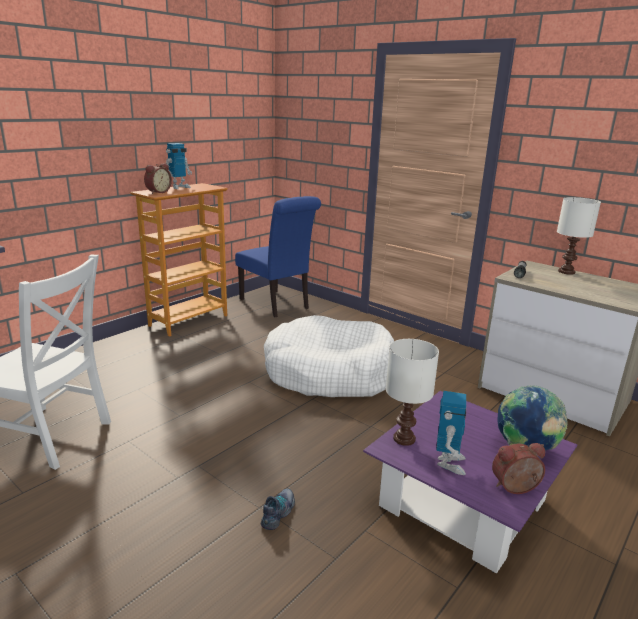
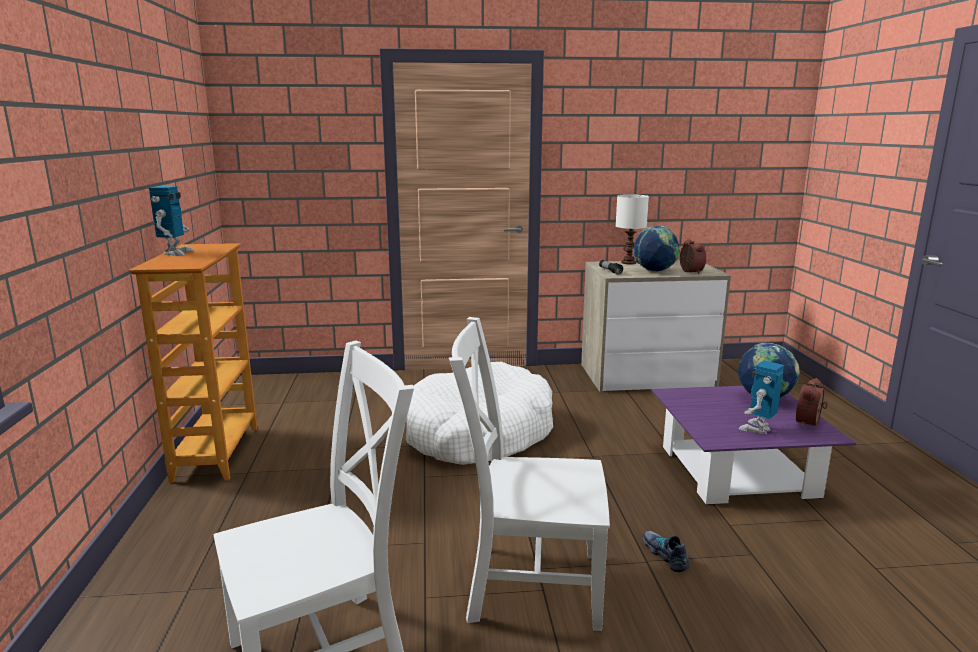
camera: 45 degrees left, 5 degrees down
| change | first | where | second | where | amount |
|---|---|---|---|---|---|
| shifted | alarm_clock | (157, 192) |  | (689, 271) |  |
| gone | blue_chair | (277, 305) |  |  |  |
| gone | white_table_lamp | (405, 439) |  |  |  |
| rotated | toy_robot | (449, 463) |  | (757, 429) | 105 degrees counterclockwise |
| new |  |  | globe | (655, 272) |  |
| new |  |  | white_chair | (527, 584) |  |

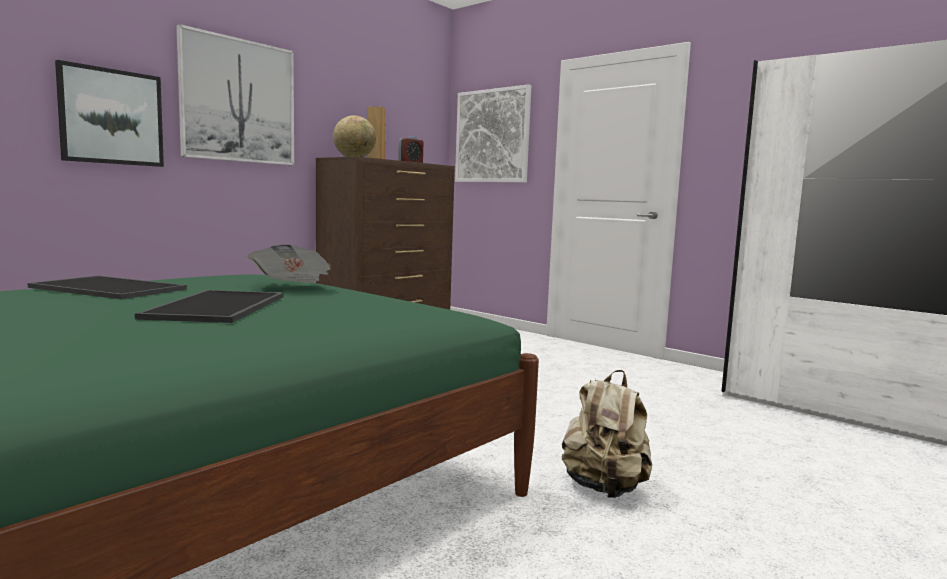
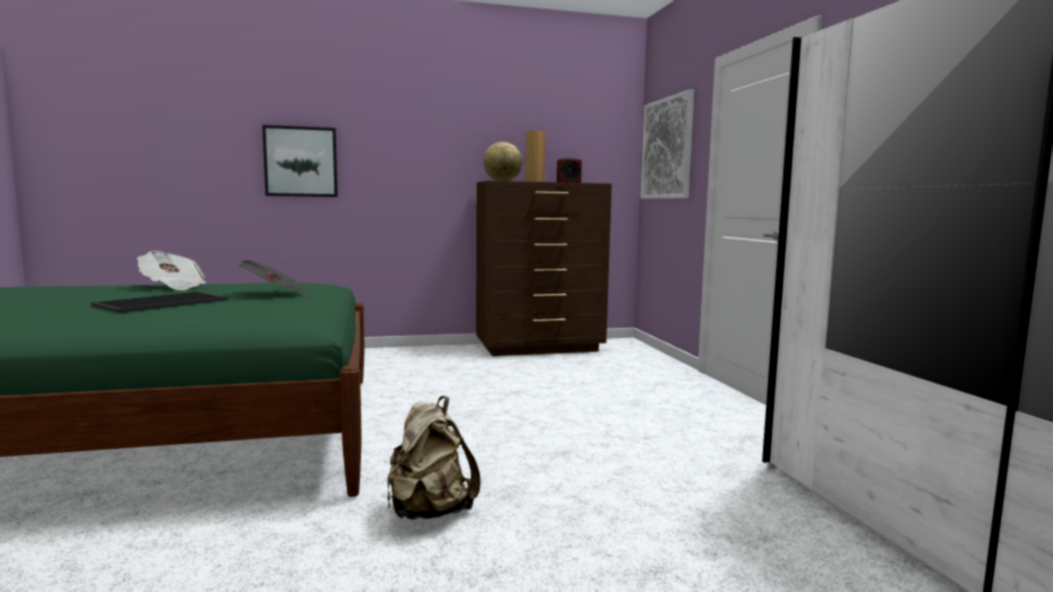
camera: 35 degrees right, 0 degrees up
| change | first | where | second | where | amount |
|---|---|---|---|---|---|
| gone | picture | (238, 101) |  |  |  |
| swapped | tray | (111, 288) | newspaper | (173, 287) |  |

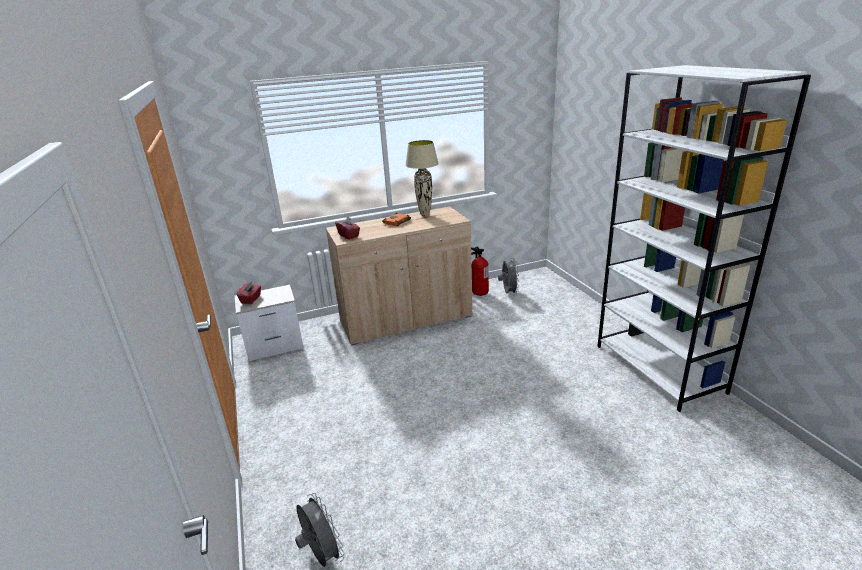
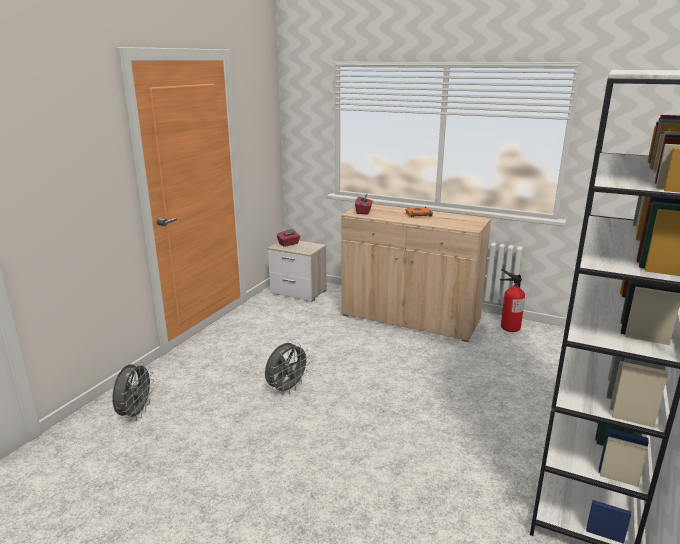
camera: 45 degrees right, 5 degrees down
| change | first | where | second | where | amount |
|---|---|---|---|---|---|
| gone | beige_table_lamp | (425, 214) |  |  |  |
| shifted | grey_fan | (508, 293) |  | (287, 389) |  |

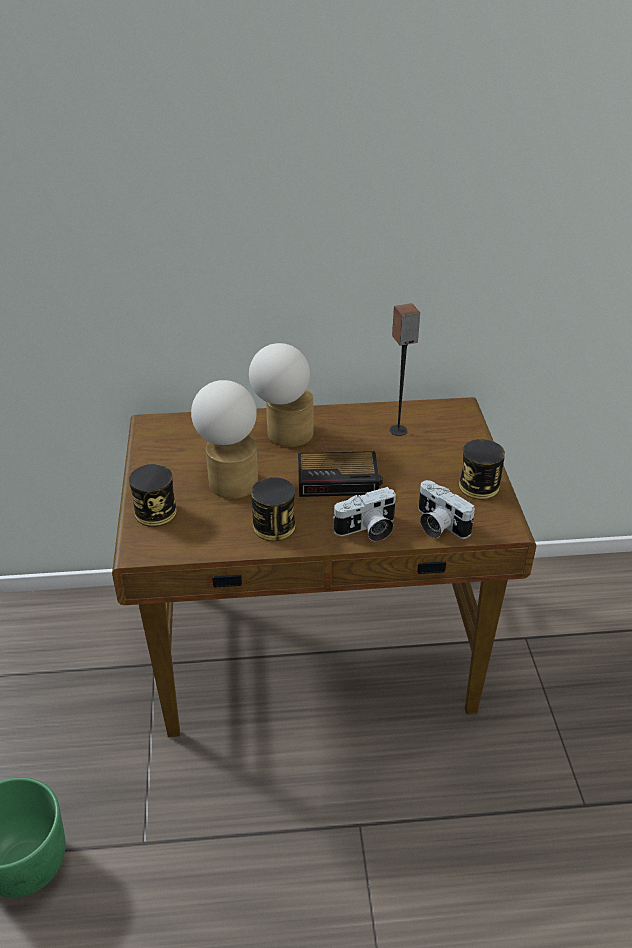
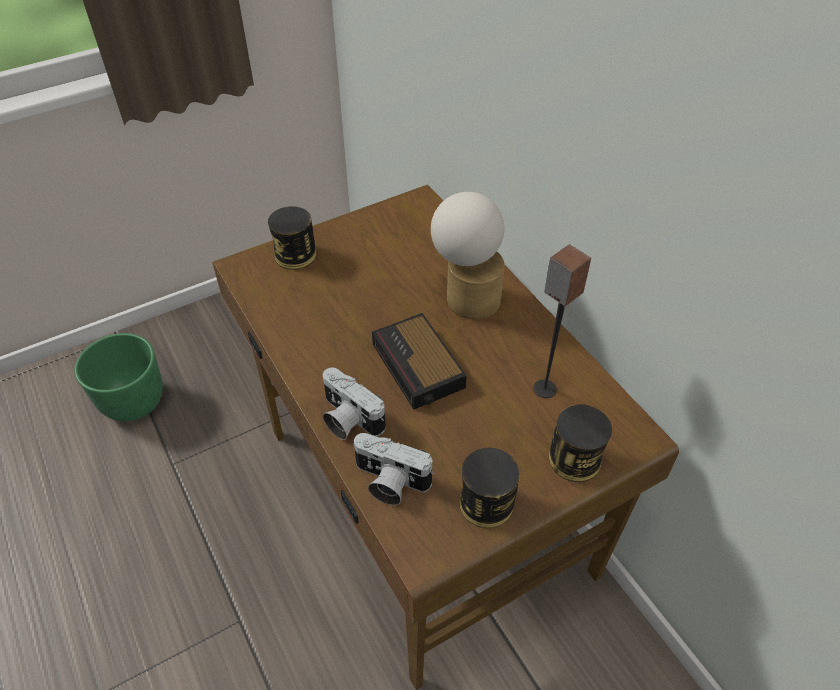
camera: 65 degrees right, 10 degrees up
| change | first | where | second | where | amount |
|---|---|---|---|---|---|
| gone | table_lamp | (231, 478) |  |  |  |
| shifted | can | (274, 526) |  | (574, 459) |  |
| rotated | photo_camera | (438, 525) |  | (389, 482) | 90 degrees counterclockwise |

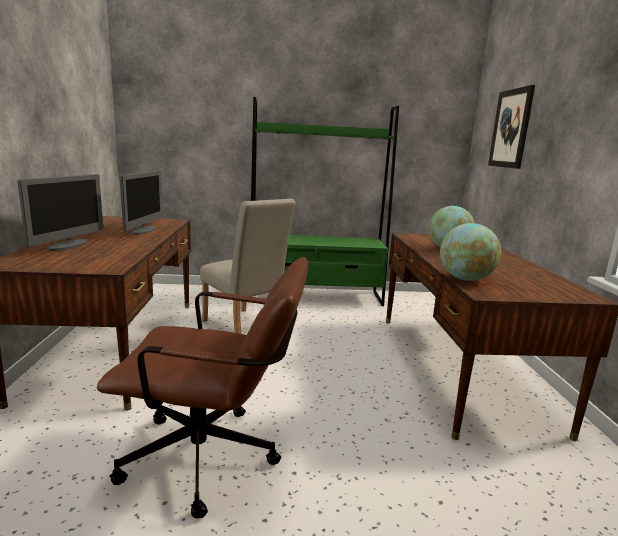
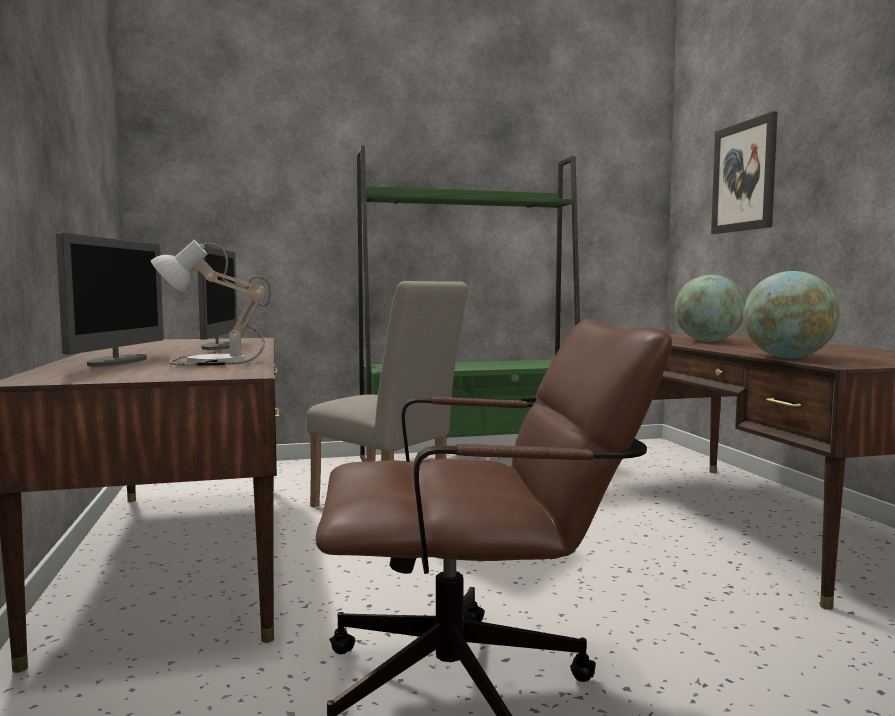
camera: 10 degrees left, 10 degrees down
| change | first | where | second | where | amount |
|---|---|---|---|---|---|
| new |  |  | table_lamp | (210, 361) |  |

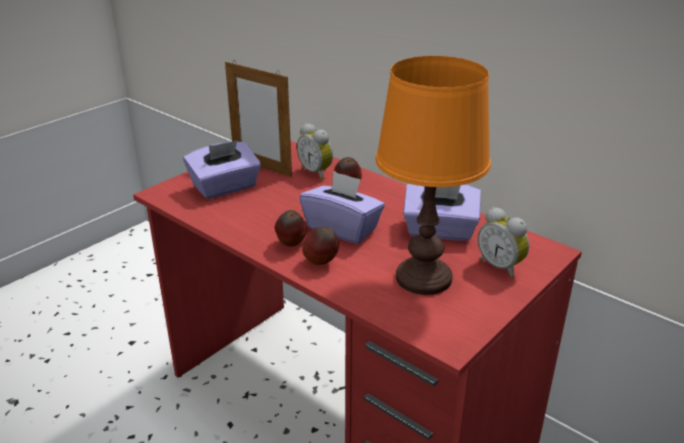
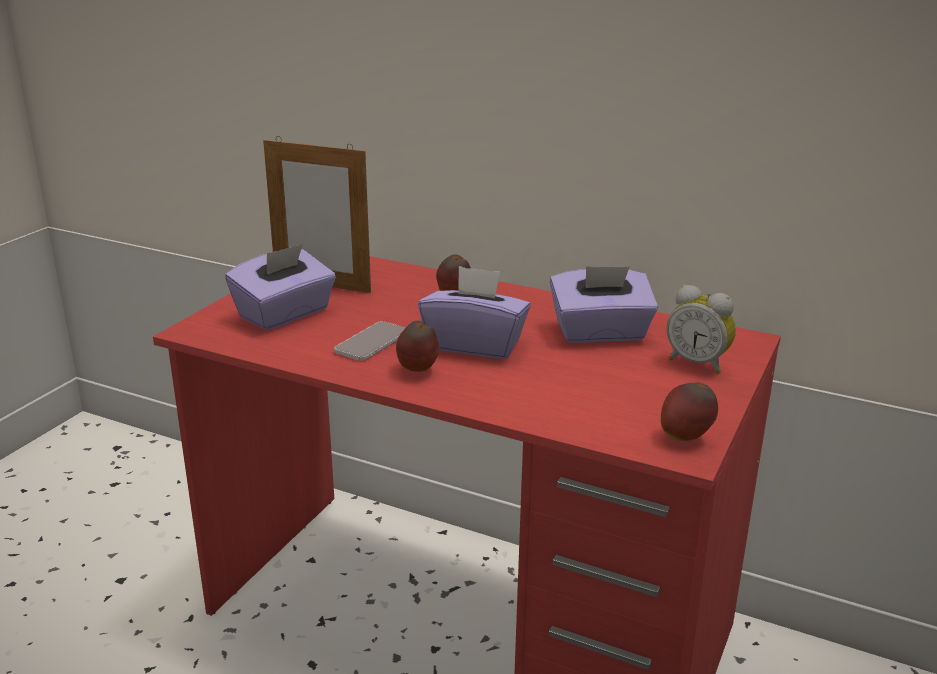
camera: 15 degrees left, 5 degrees down
| change | first | where | second | where | amount |
|---|---|---|---|---|---|
| gone | orange_table_lamp | (424, 278) |  |  |  |
| gone | alarm_clock | (317, 172) |  |  |  |
| shifted | apple | (321, 263) |  | (685, 438) |  |
| new |  |  | phone | (372, 342) |  |

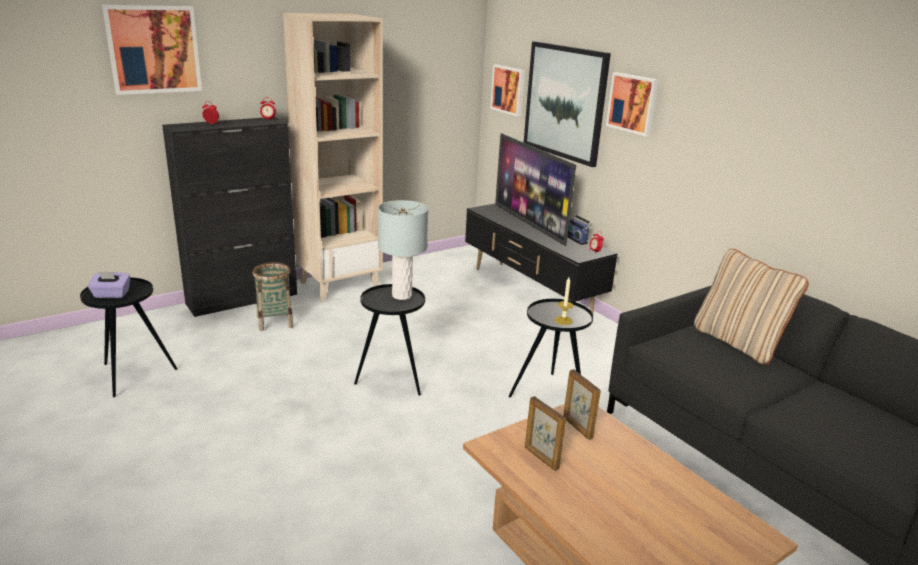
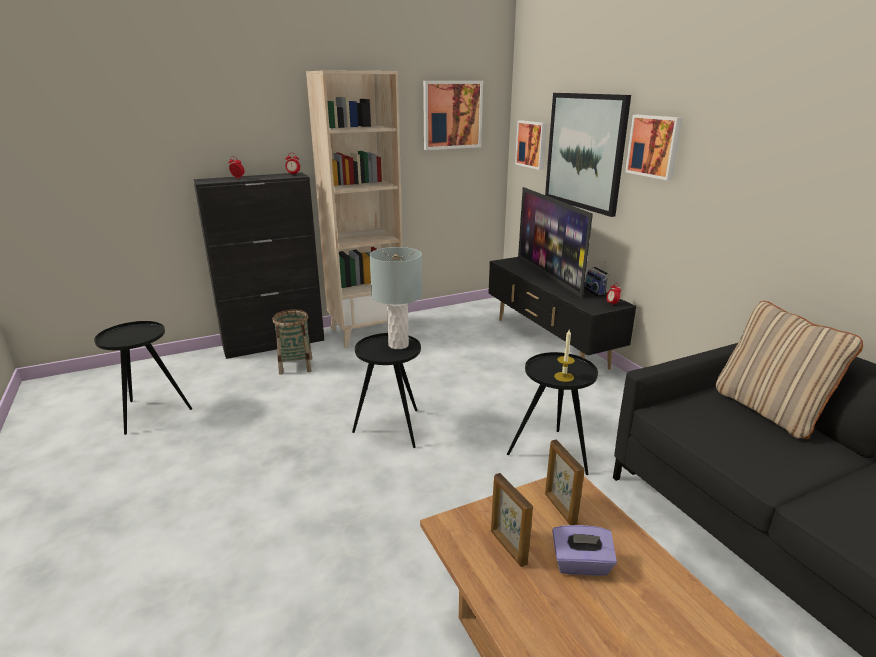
camera: 10 degrees right, 0 degrees up
| change | first | where | second | where | amount |
|---|---|---|---|---|---|
| shifted | picture | (153, 49) |  | (452, 115) |  |
| shifted | purple_tissue_box | (111, 295) |  | (581, 565) |  |

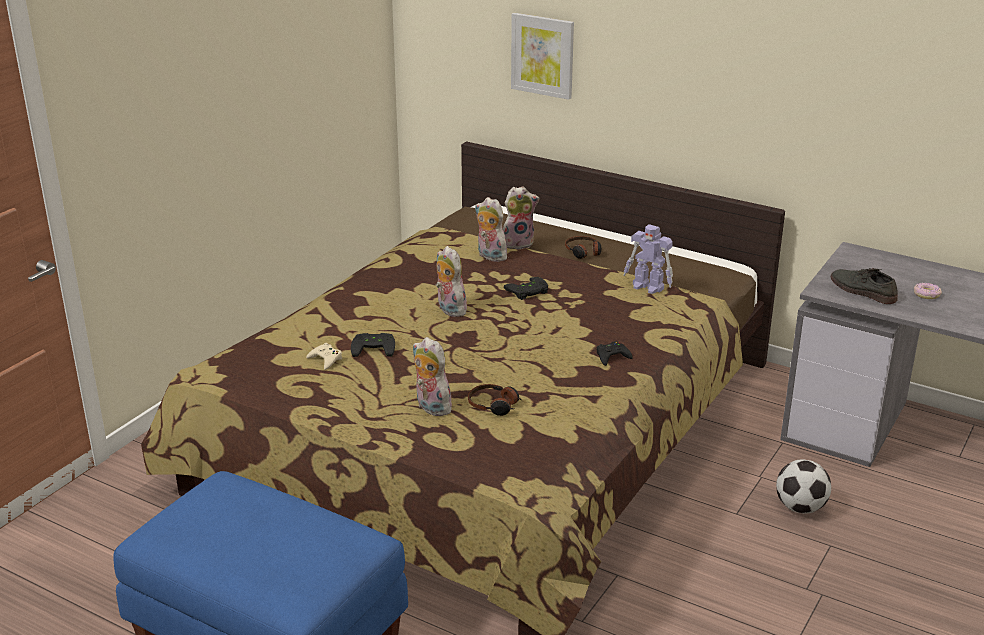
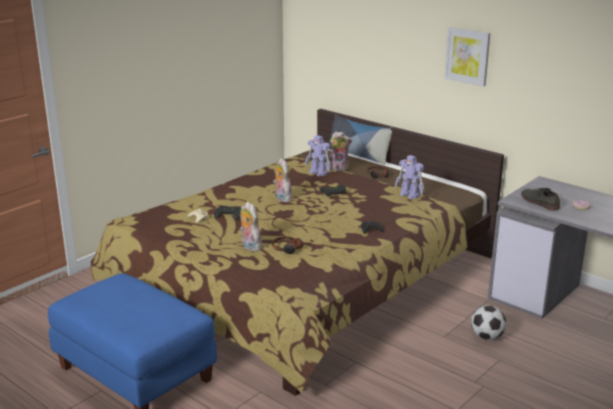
camera: 10 degrees right, 5 degrees down
| change | first | where | second | where | amount |
|---|---|---|---|---|---|
| shifted | picture | (543, 55) |  | (467, 56) |  |
| swapped | plush_toy | (489, 256) | toy_robot | (318, 173) |  |
| new |  |  | pillow | (358, 155) |  |

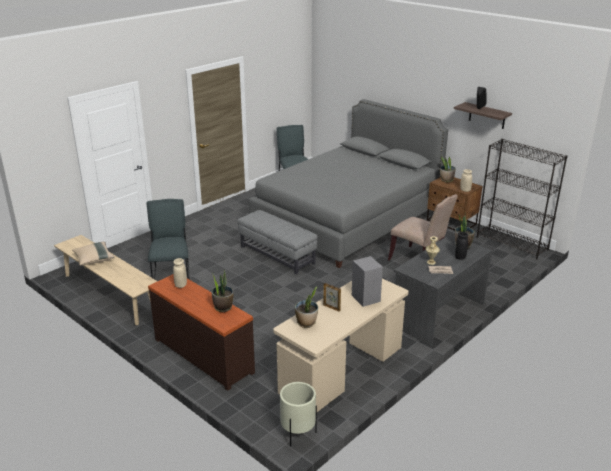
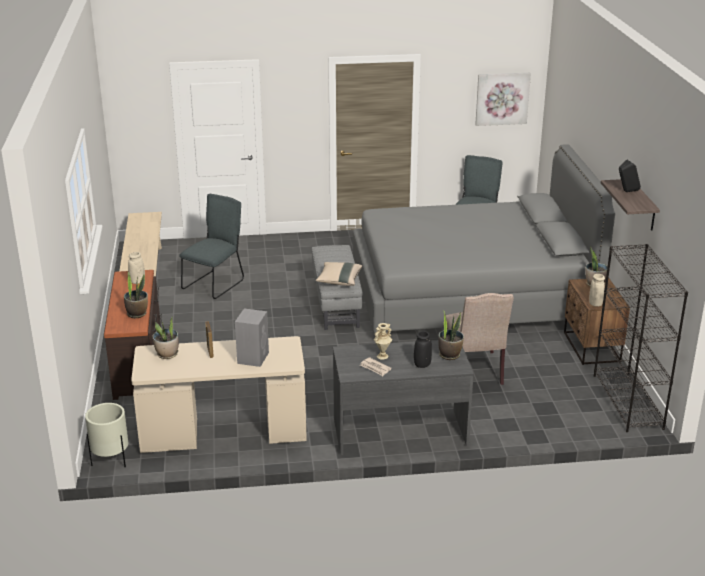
camera: 40 degrees right, 0 degrees up
| change | first | where | second | where | amount |
|---|---|---|---|---|---|
| shifted | beige_pillow | (94, 259) |  | (339, 281) |  |
| new |  |  | picture | (502, 98) |  |

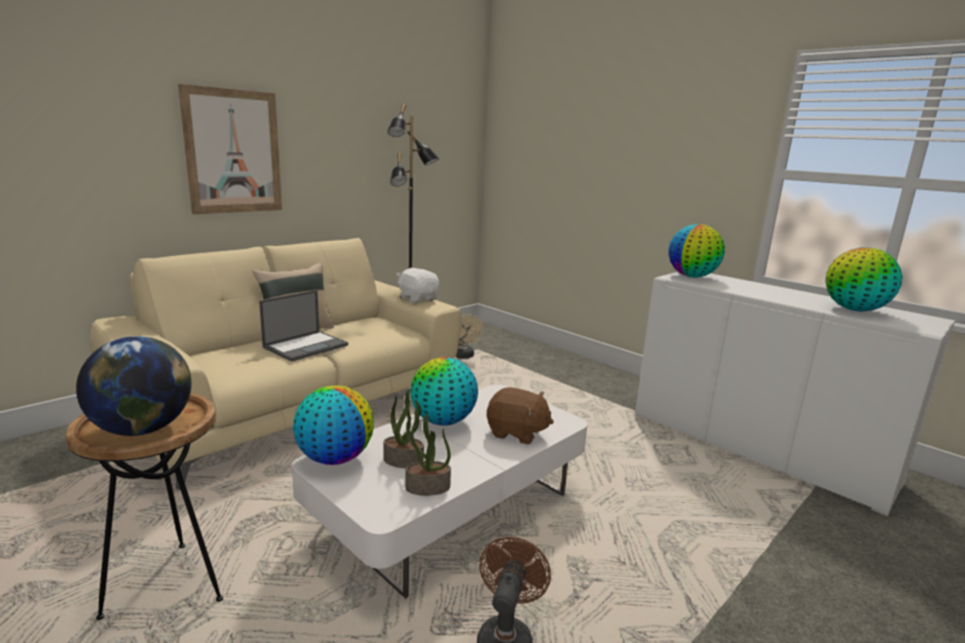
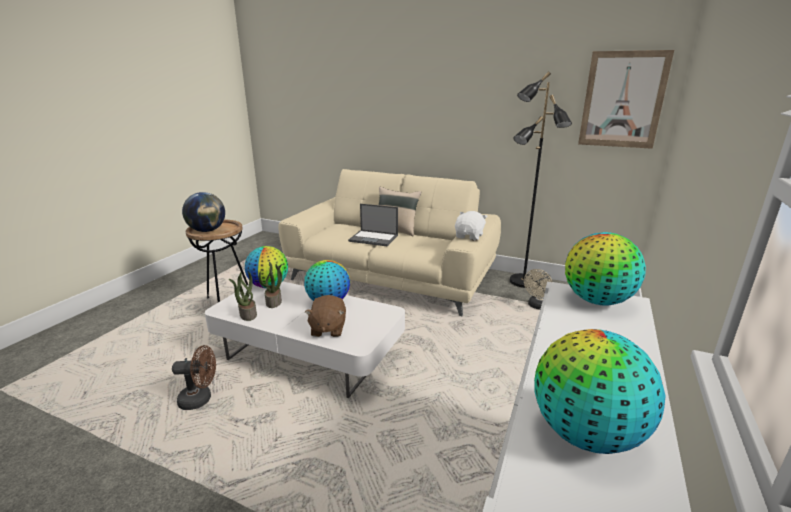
camera: 70 degrees right, 5 degrees up
| change | first | where | second | where | amount |
|---|---|---|---|---|---|
| shifted | picture | (233, 152) |  | (622, 100) |  |

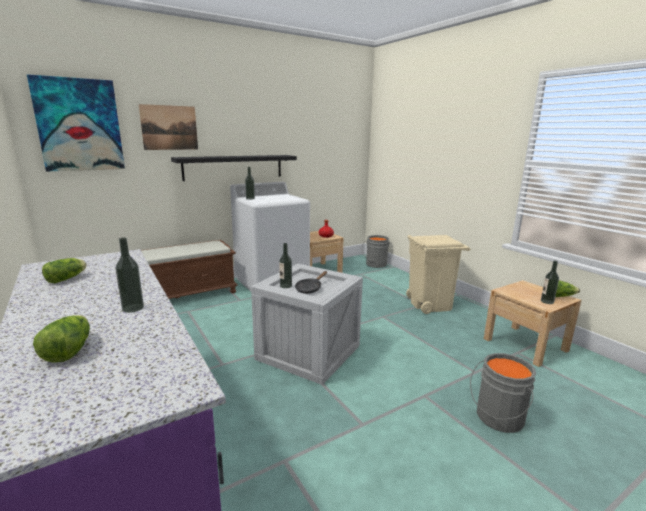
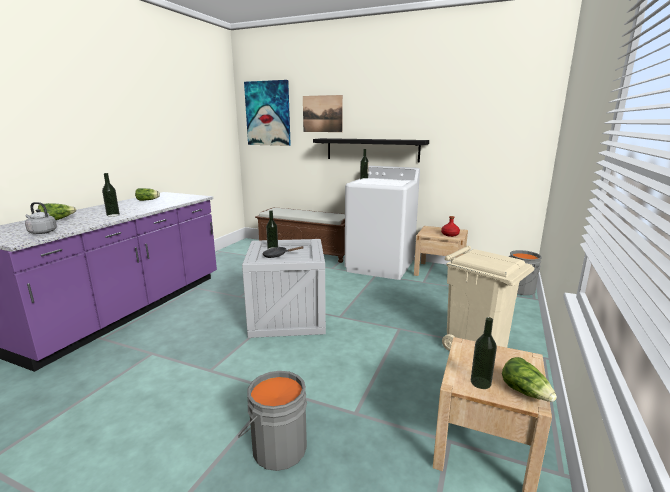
camera: 55 degrees right, 0 degrees up
| change | first | where | second | where | amount |
|---|---|---|---|---|---|
| new |  |  | grey_kettle | (41, 232) |  |

